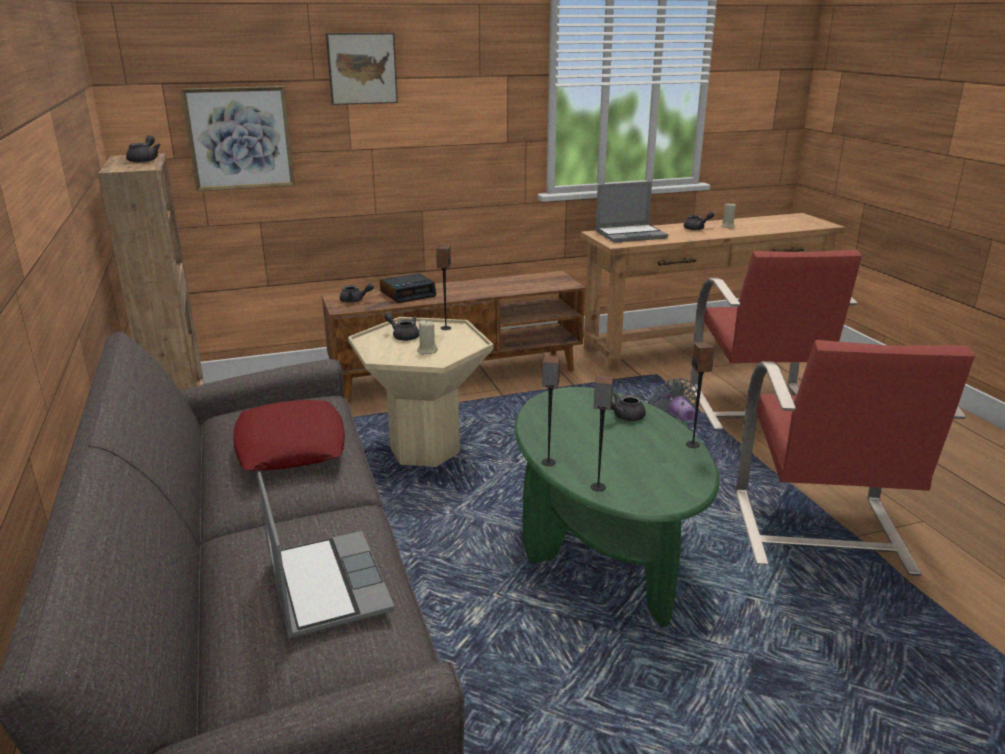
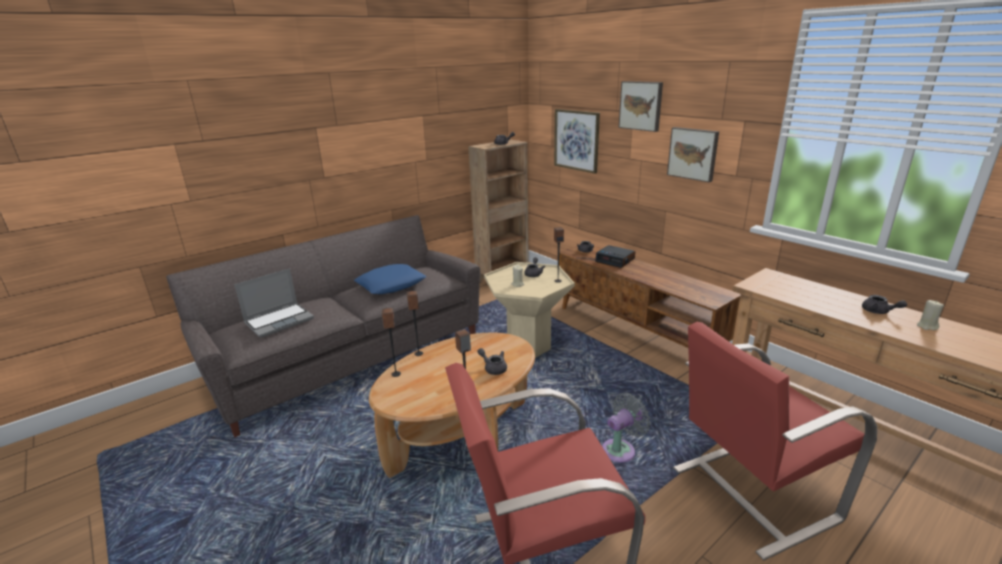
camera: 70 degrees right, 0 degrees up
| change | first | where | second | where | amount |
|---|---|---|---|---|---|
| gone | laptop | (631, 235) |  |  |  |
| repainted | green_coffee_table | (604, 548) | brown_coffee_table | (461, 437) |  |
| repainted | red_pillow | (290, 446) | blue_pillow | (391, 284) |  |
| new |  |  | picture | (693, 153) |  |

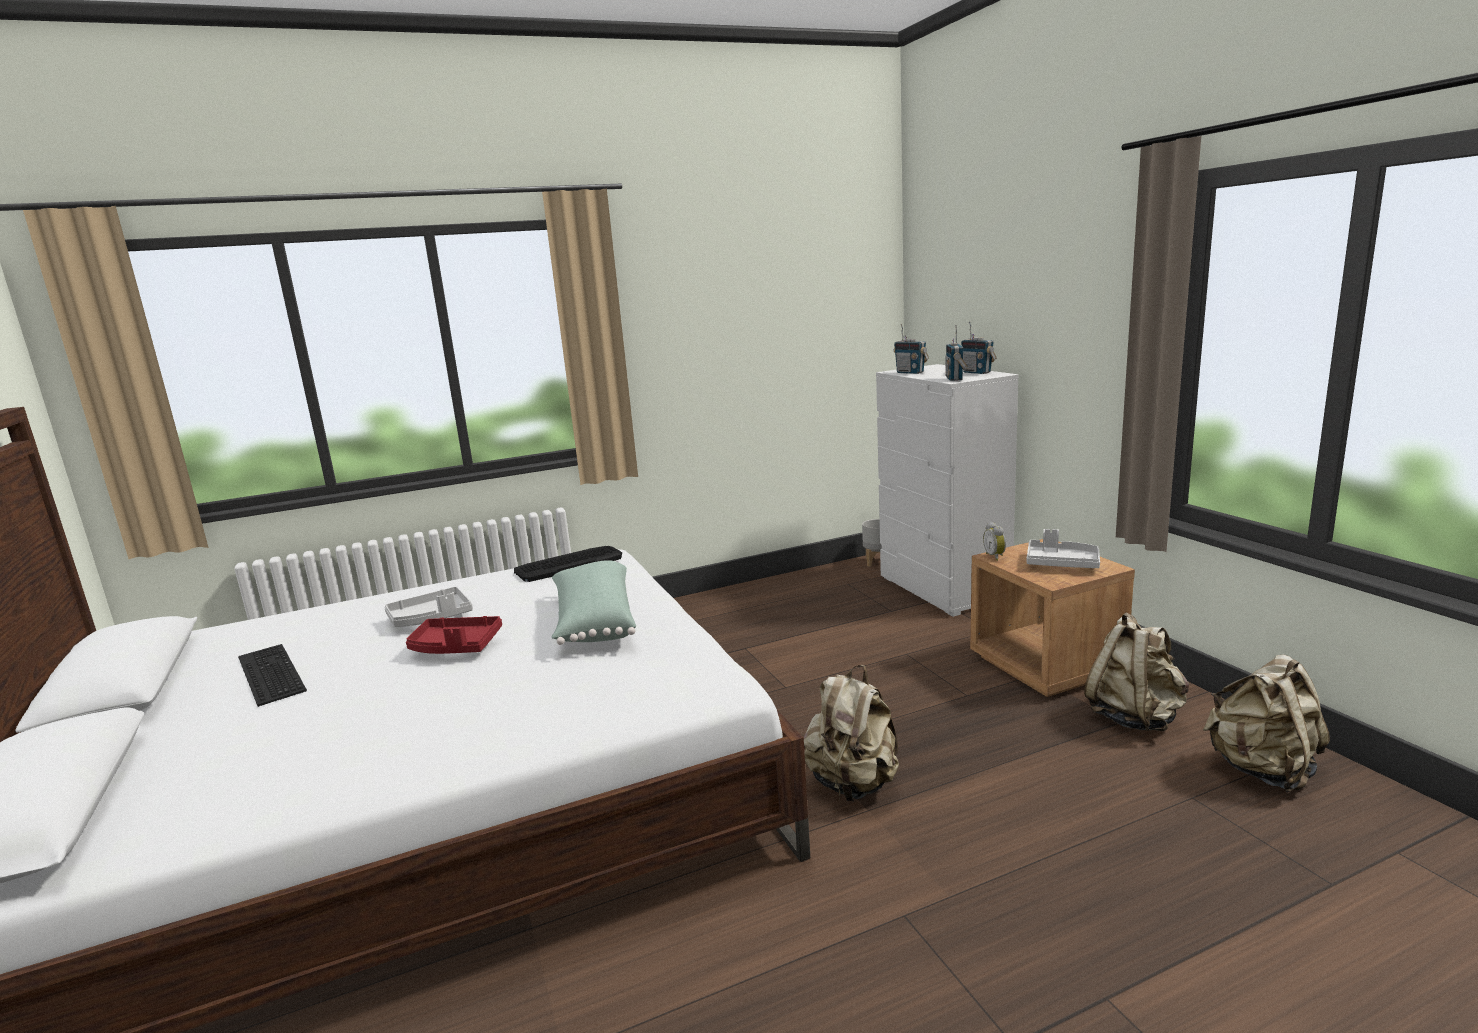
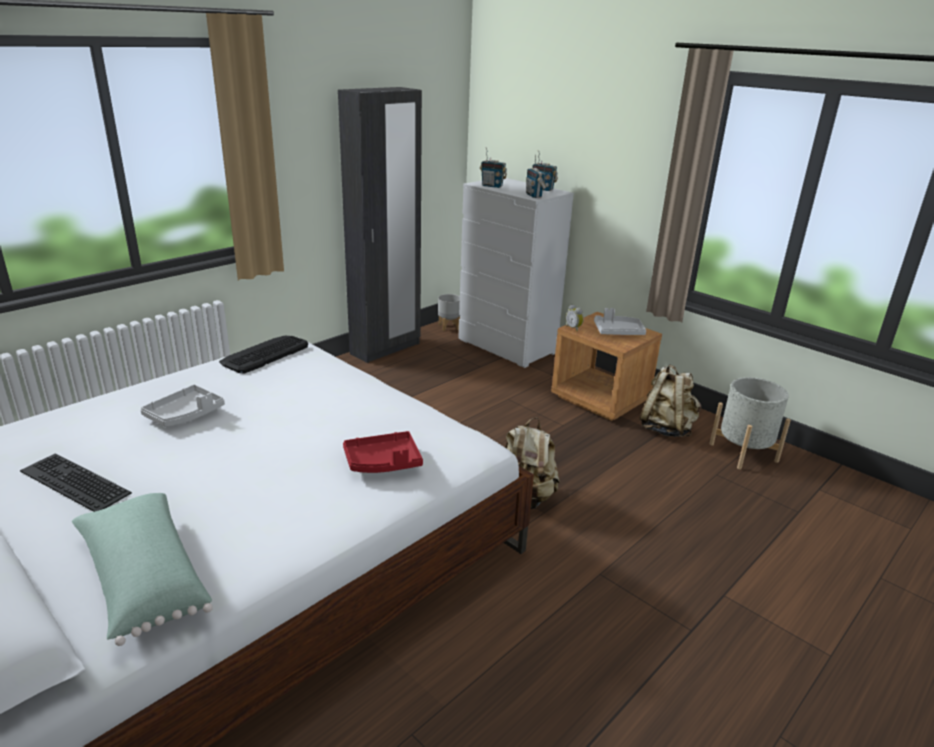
camera: 25 degrees left, 10 degrees up
| change | first | where | second | where | amount |
|---|---|---|---|---|---|
| shifted | green_pillow | (593, 621) |  | (142, 579) |  |
| shifted | red_tray | (455, 647) |  | (383, 462) |  |
| swapped | beige_backpack | (1262, 770) | grey_planter | (743, 452) |  |
| new |  |  | black_wardrobe | (385, 349) |  |

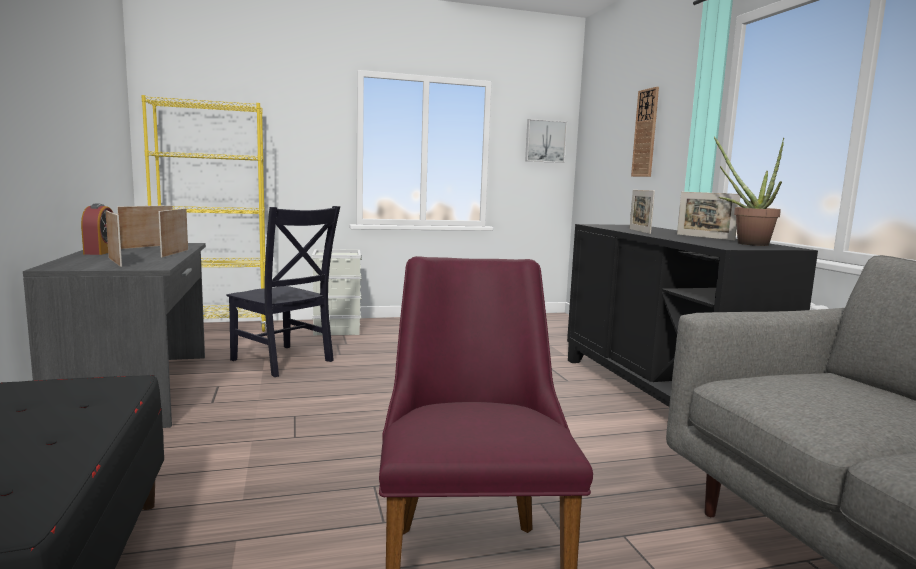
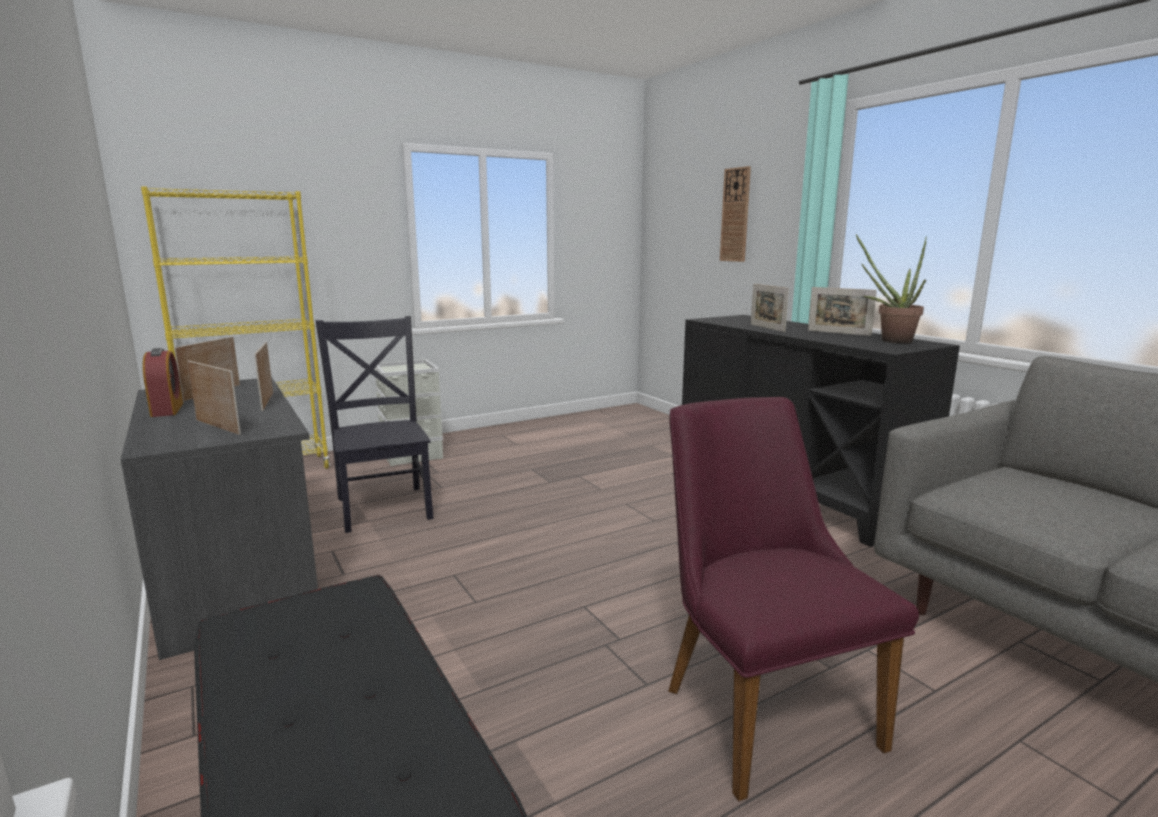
camera: 15 degrees left, 5 degrees up
| change | first | where | second | where | amount |
|---|---|---|---|---|---|
| gone | picture | (545, 141) |  |  |  |
| rotated | black_chair | (284, 361) |  | (384, 506) | 135 degrees counterclockwise |

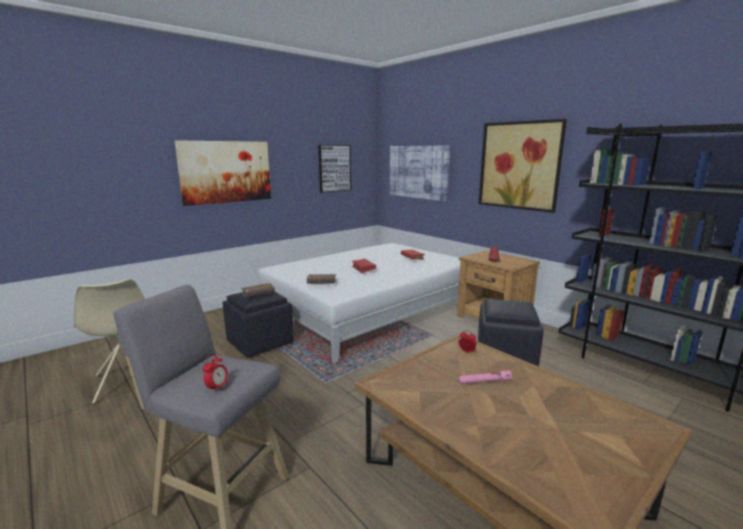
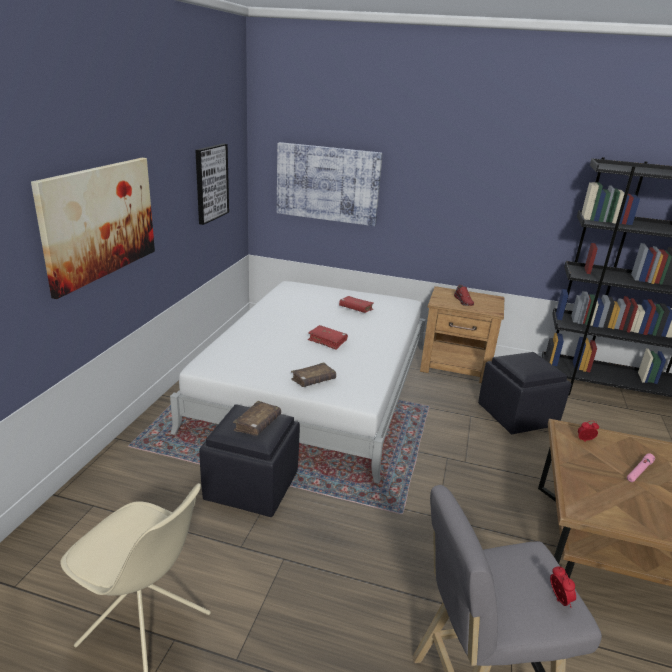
camera: 35 degrees left, 10 degrees up
| change | first | where | second | where | amount |
|---|---|---|---|---|---|
| gone | picture | (519, 165) |  |  |  |

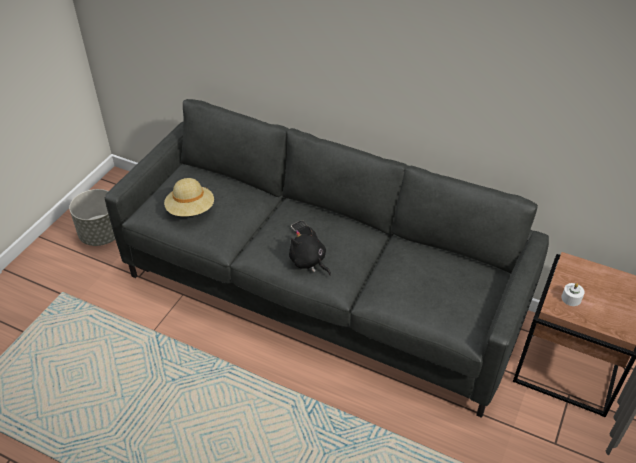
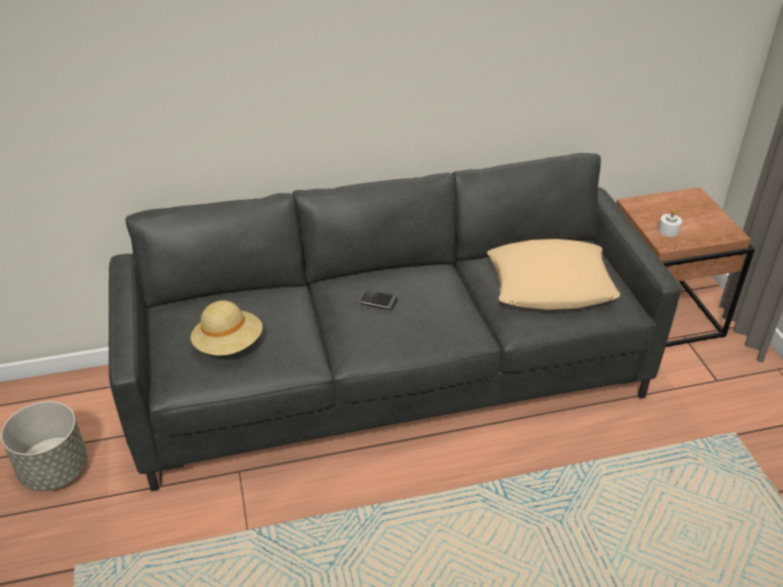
camera: 40 degrees left, 5 degrees down
| change | first | where | second | where | amount |
|---|---|---|---|---|---|
| gone | black_plush_toy | (309, 262) |  |  |  |
| new |  |  | beige_pillow | (550, 284) |  |

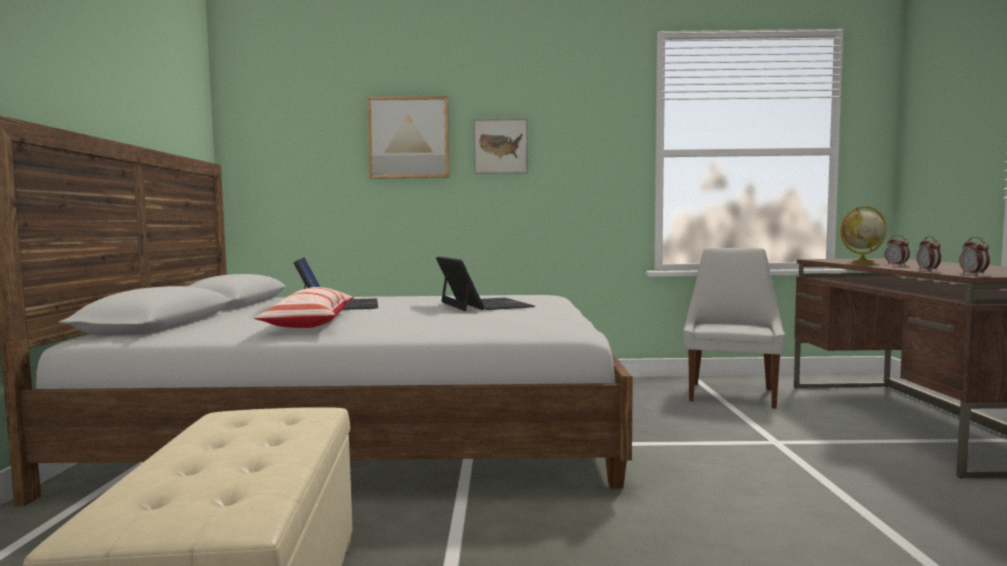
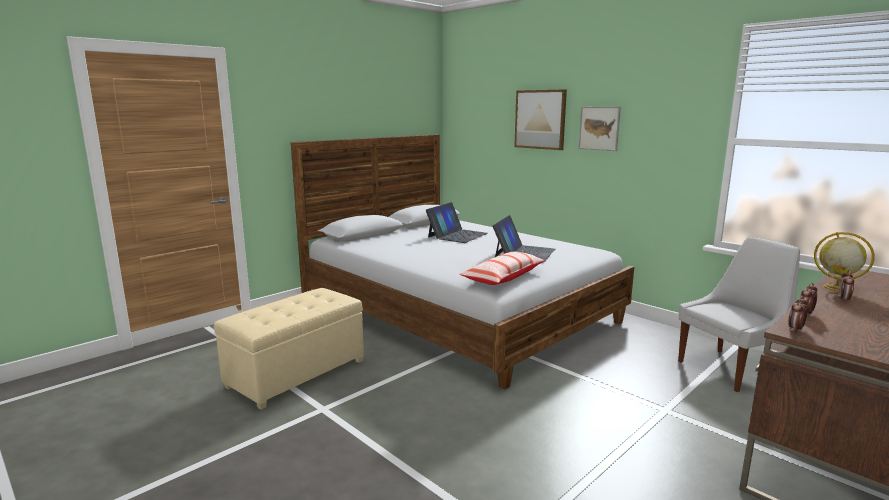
camera: 45 degrees right, 10 degrees up
| change | first | where | second | where | amount |
|---|---|---|---|---|---|
| shifted | pillow | (311, 323) |  | (503, 277) |  |

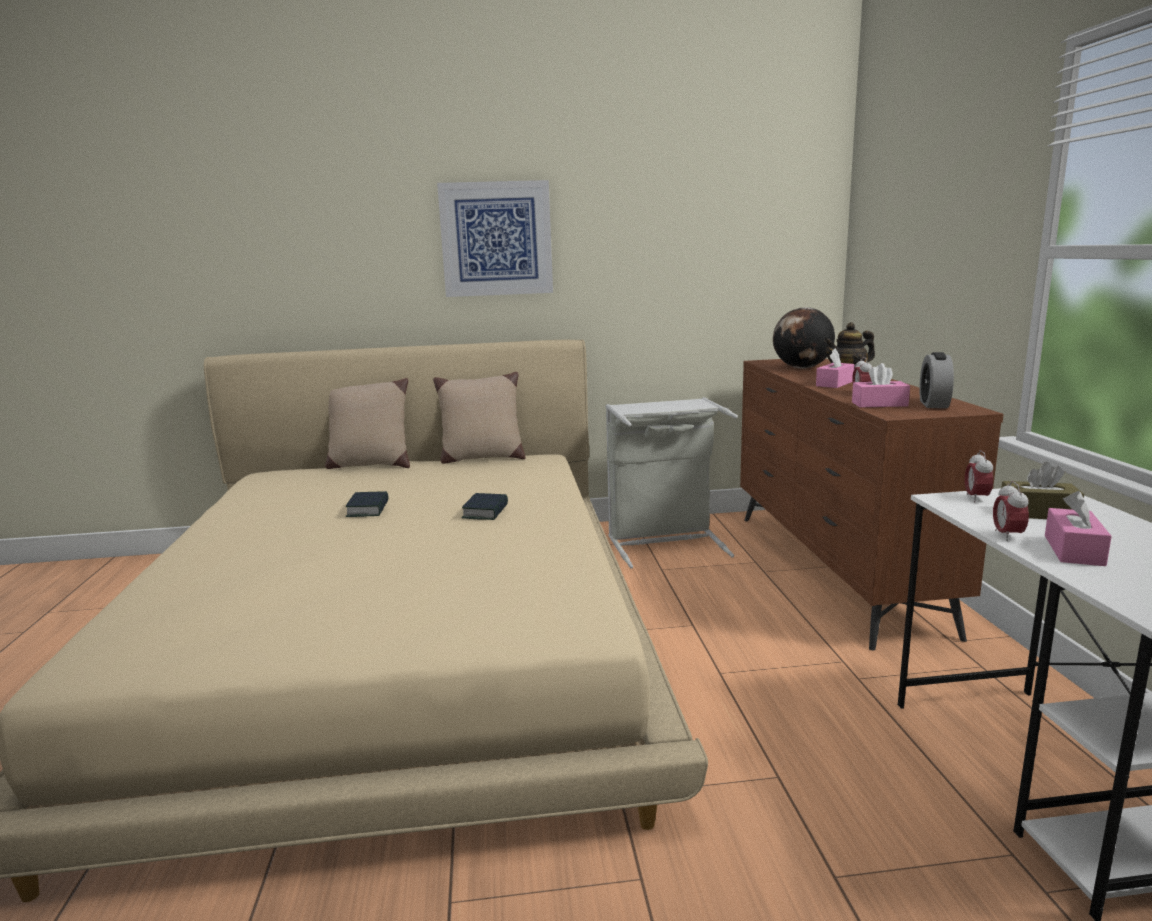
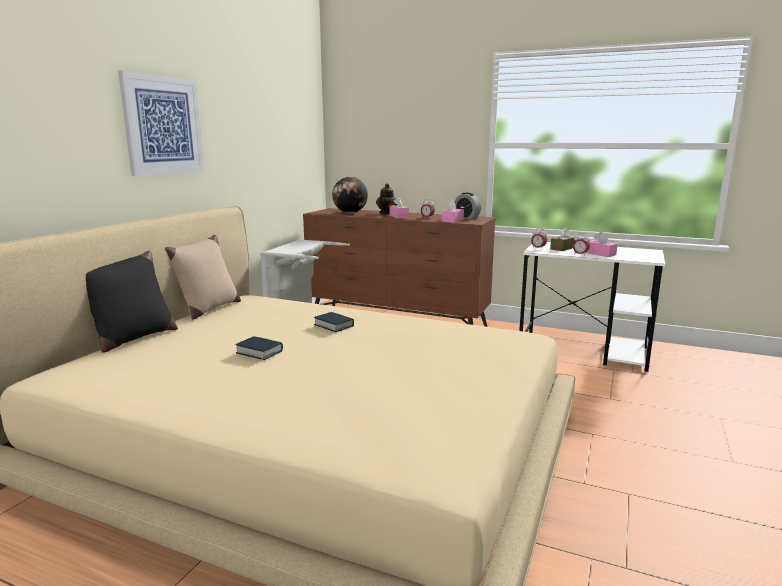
camera: 60 degrees left, 0 degrees up
| change | first | where | second | where | amount |
|---|---|---|---|---|---|
| repainted | beige_pillow | (370, 465) | black_pillow | (133, 339) |  |

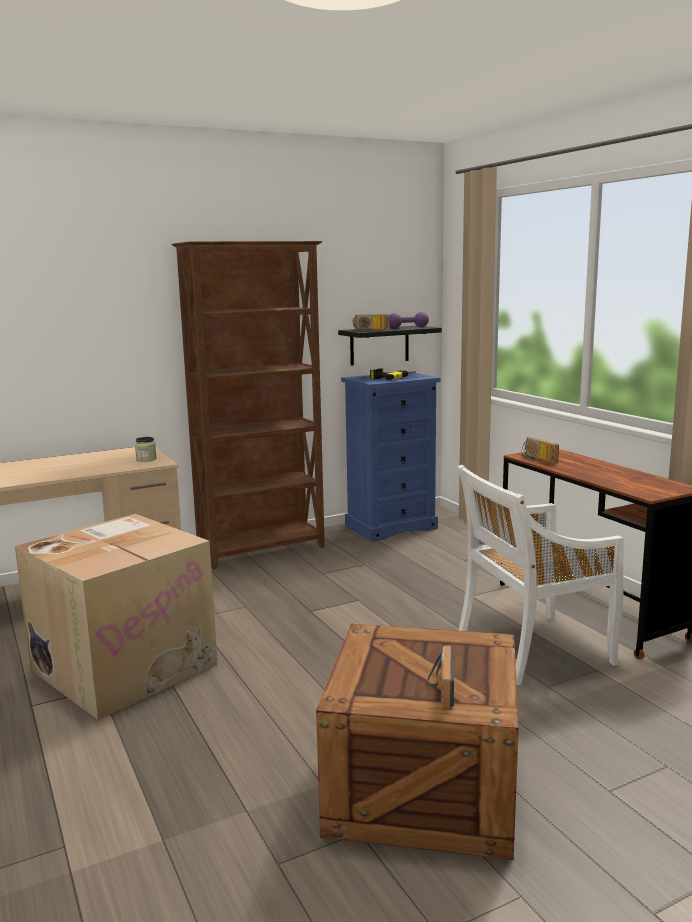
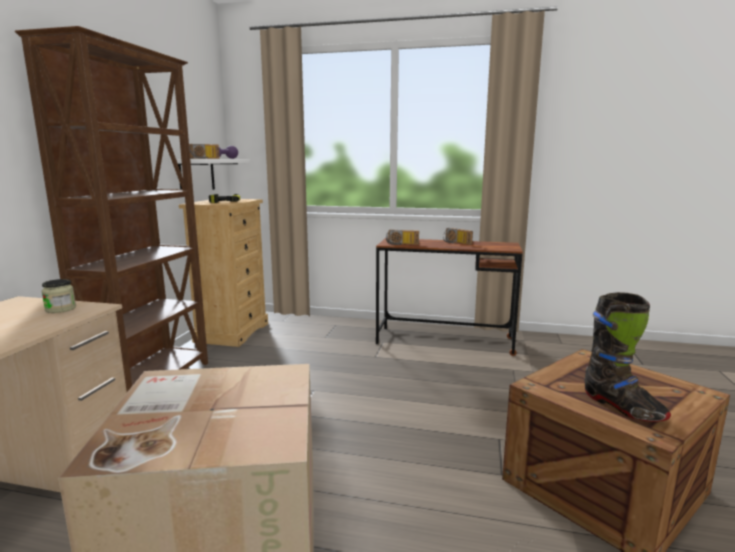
camera: 50 degrees left, 0 degrees up
| change | first | where | second | where | amount |
|---|---|---|---|---|---|
| repainted | black_shelf | (379, 345) | white_shelf | (196, 175) |  |
| repainted | blue_dresser | (391, 527) | beige_dresser | (232, 332) |  |
| gone | white_chair | (531, 648) |  |  |  |
| shifted | radio | (440, 688) |  | (456, 243) |  |
| new |  |  | black_boot | (622, 407) |  |

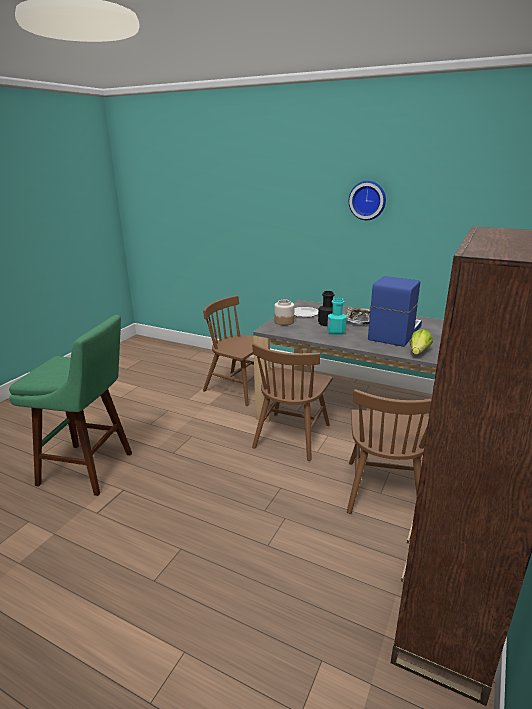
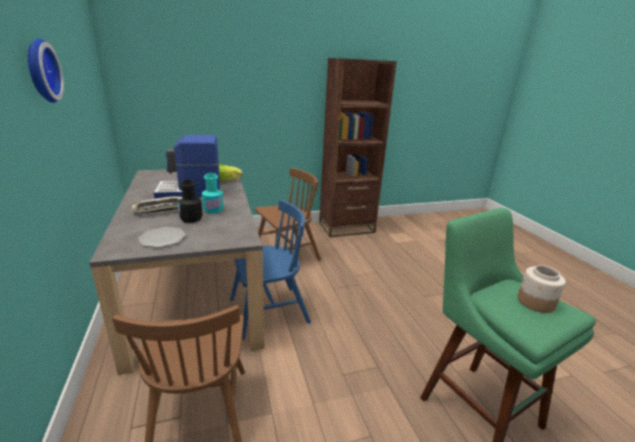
camera: 135 degrees left, 0 degrees up
| change | first | where | second | where | amount |
|---|---|---|---|---|---|
| shifted | jar | (284, 322) |  | (535, 302) |  |
| repainted | brown_chair | (291, 435) | blue_chair | (268, 311) |  |

